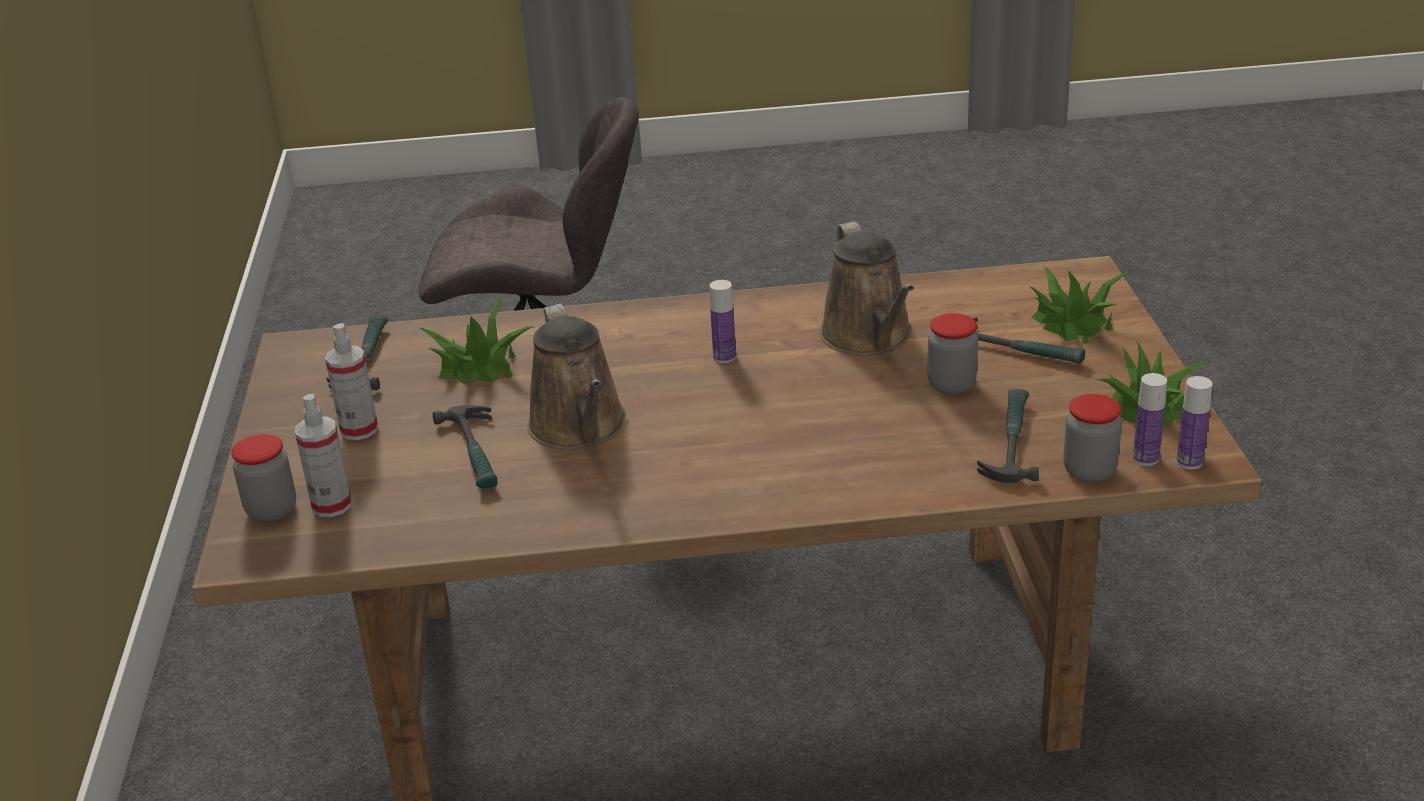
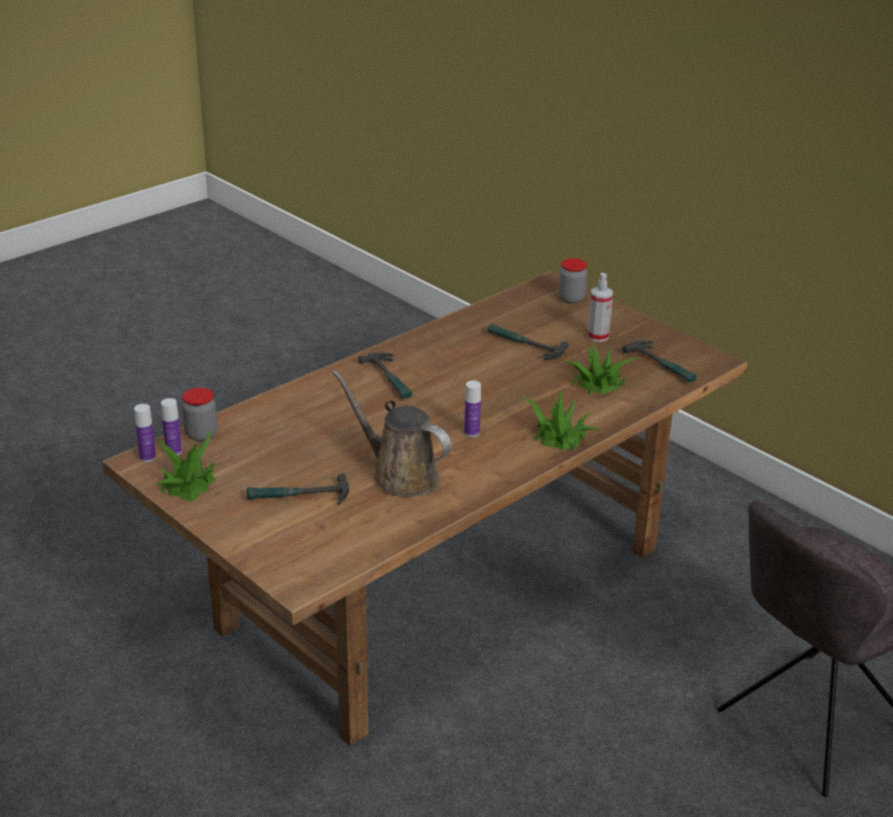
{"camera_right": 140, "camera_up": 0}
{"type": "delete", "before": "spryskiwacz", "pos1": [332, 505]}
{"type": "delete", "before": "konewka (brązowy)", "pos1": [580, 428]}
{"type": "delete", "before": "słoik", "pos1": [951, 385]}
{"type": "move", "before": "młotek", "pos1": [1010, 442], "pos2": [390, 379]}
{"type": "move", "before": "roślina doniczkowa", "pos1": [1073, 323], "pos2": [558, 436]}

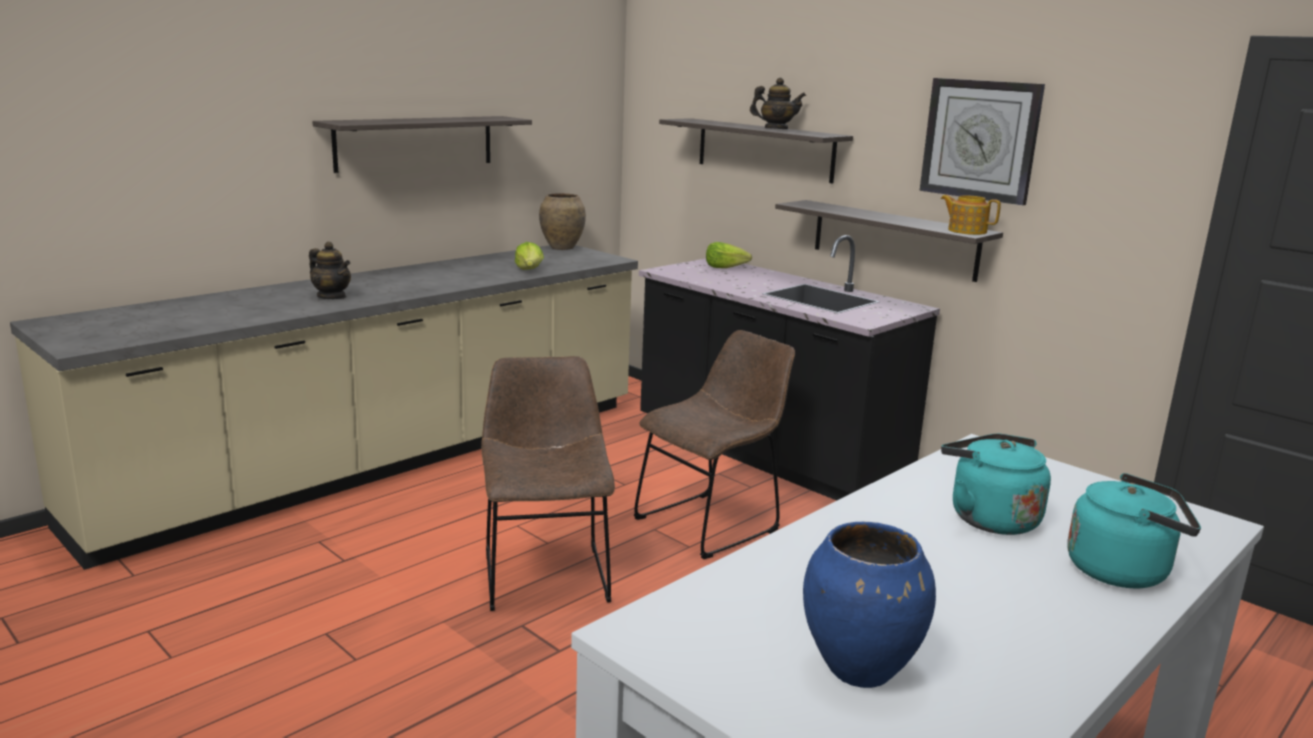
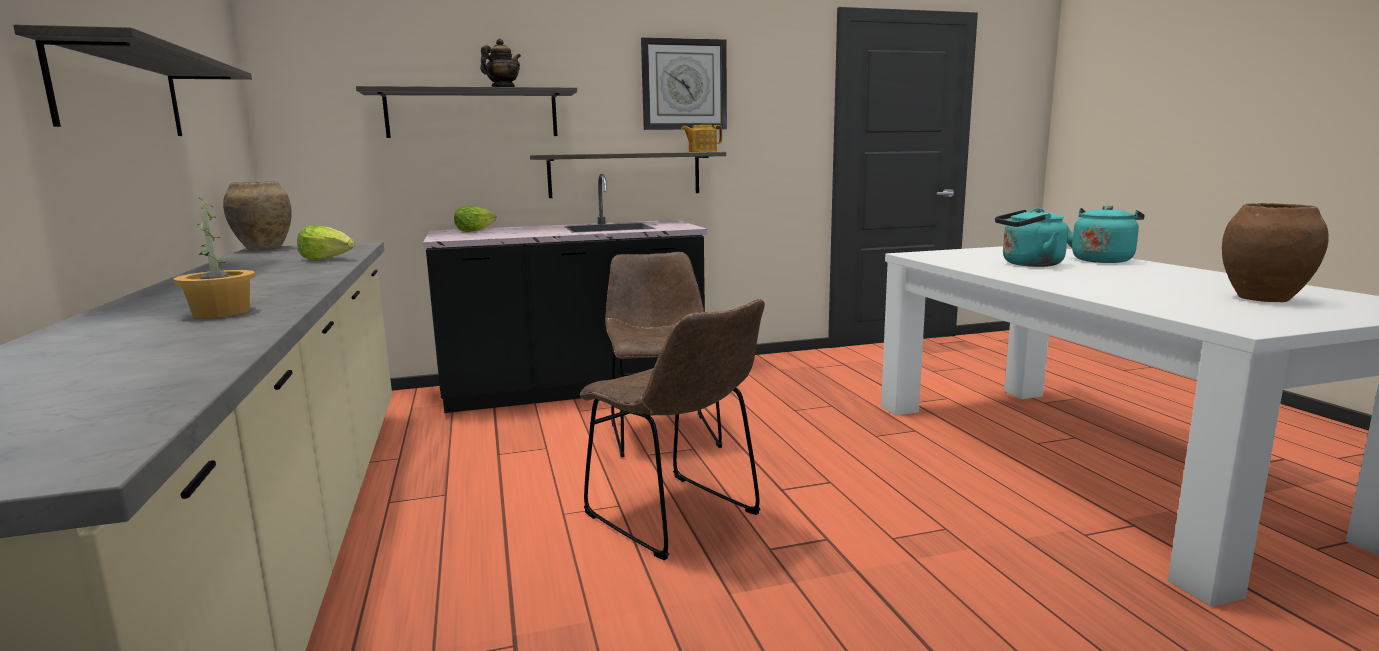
{"camera_right": -60, "camera_up": -5}
{"type": "replace", "before": "imbryk", "after": "roślina doniczkowa", "pos1": [332, 297], "pos2": [220, 312]}
{"type": "rotate", "before": "krzesło (brązowy)", "pos1": [545, 572], "pos2": [678, 518], "turn": -150}
{"type": "recolor", "before": "wazon (niebieski)", "after": "wazon (brązowy)", "pos1": [861, 670], "pos2": [1263, 299]}

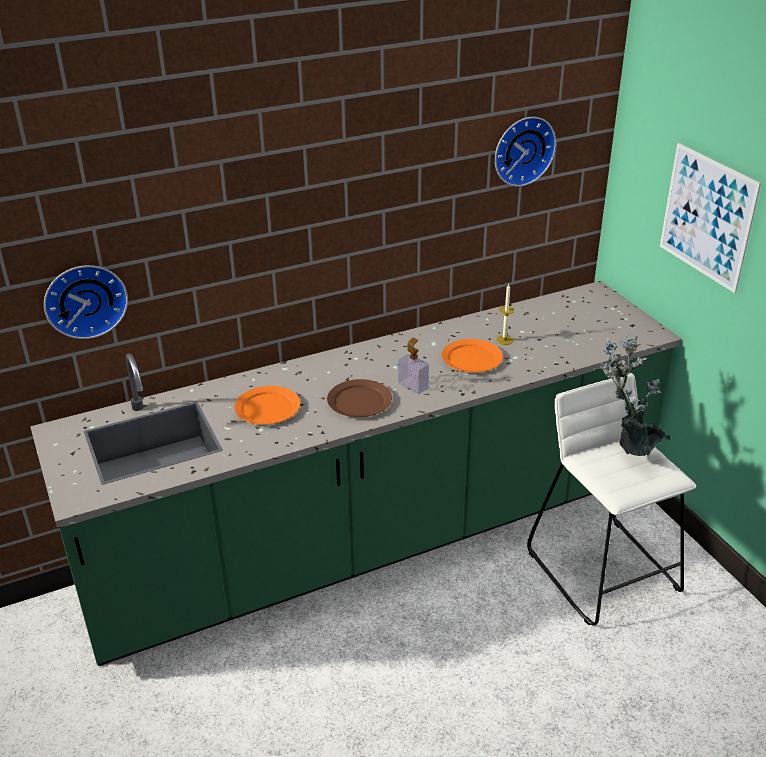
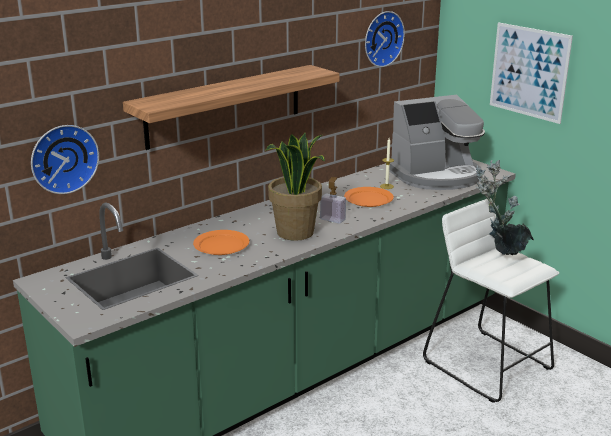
{"camera_right": -15, "camera_up": -10}
{"type": "replace", "before": "talerz (brązowy)", "after": "roślina doniczkowa", "pos1": [360, 401], "pos2": [295, 233]}
{"type": "insert", "after": "półka", "pos2": [225, 106]}
{"type": "insert", "after": "ekspres do kawy", "pos2": [436, 175]}

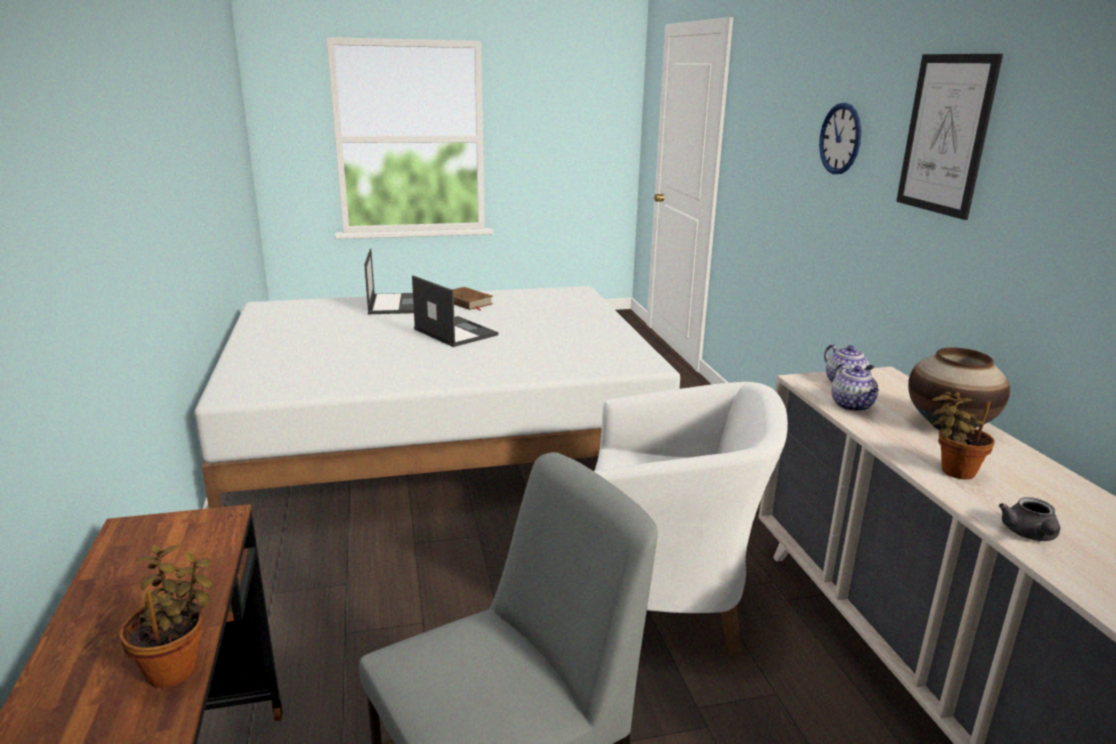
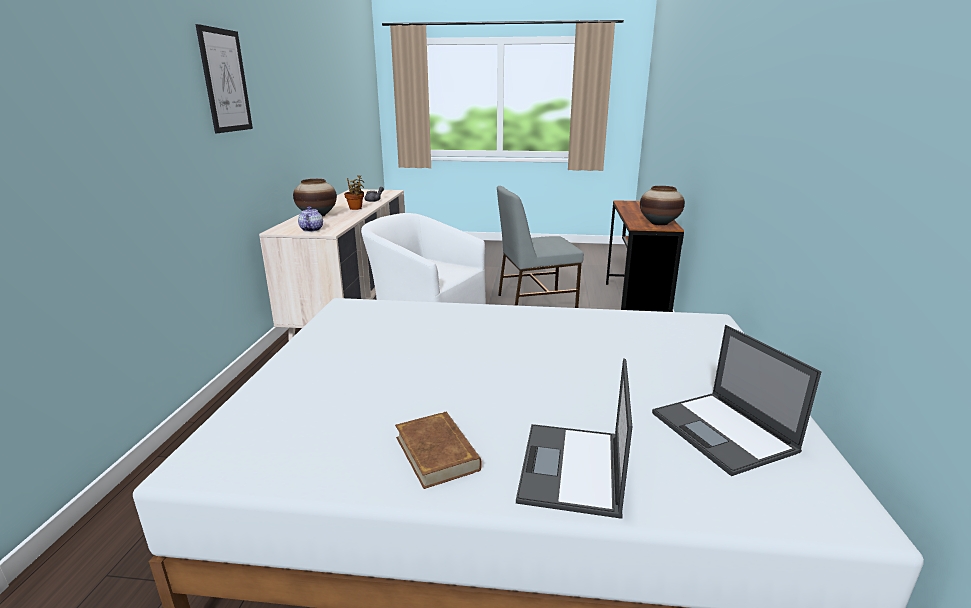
{"camera_right": -160, "camera_up": 0}
{"type": "delete", "before": "roślina doniczkowa", "pos1": [177, 667]}
{"type": "move", "before": "laptop", "pos1": [454, 332], "pos2": [724, 433]}
{"type": "delete", "before": "zegar ścienny", "pos1": [840, 139]}
{"type": "delete", "before": "imbryk", "pos1": [852, 406]}
{"type": "insert", "after": "wazon", "pos2": [659, 223]}

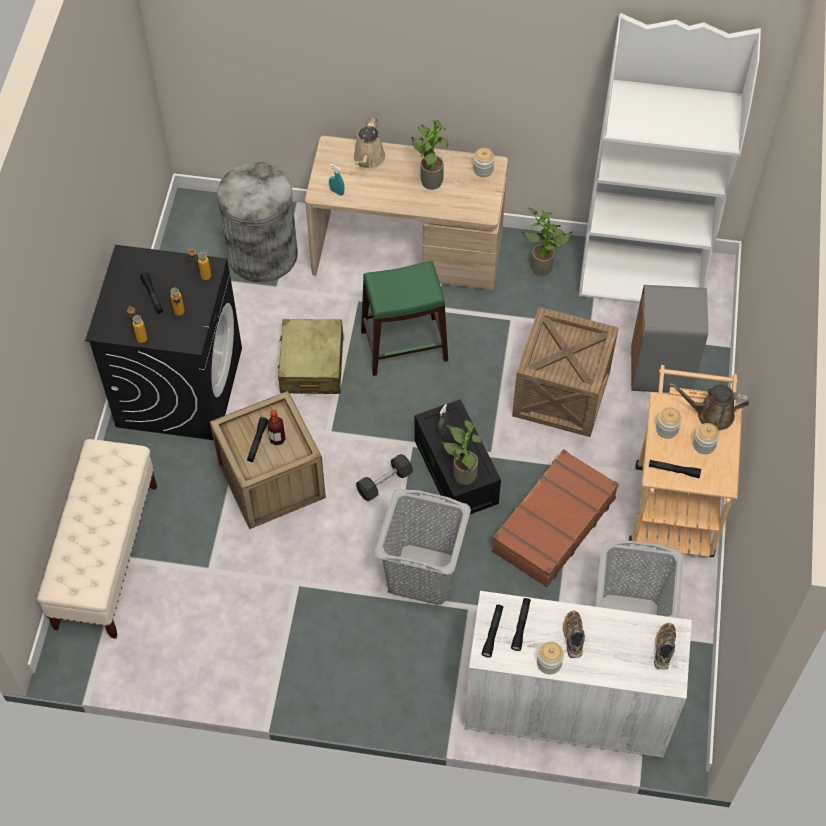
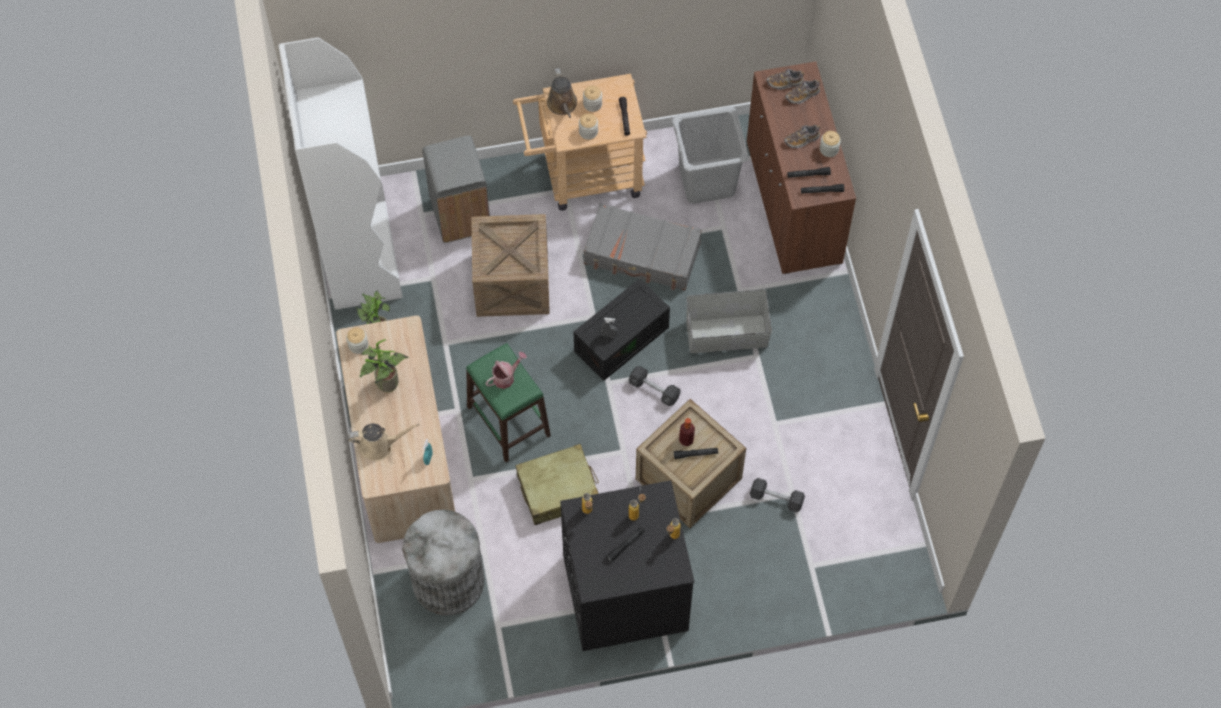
{"camera_right": -110, "camera_up": 5}
{"type": "delete", "before": "ławka (beżowy)", "pos1": [107, 556]}
{"type": "replace", "before": "kosz na pranie (szary)", "after": "pojemnik do przechowywania (szary)", "pos1": [421, 574], "pos2": [727, 334]}
{"type": "delete", "before": "roślina doniczkowa", "pos1": [461, 474]}
{"type": "recolor", "before": "szafka (biały)", "after": "szafka (brązowy)", "pos1": [566, 707], "pos2": [793, 203]}
{"type": "recolor", "before": "walizka (brązowy)", "after": "walizka (szary)", "pos1": [552, 525], "pos2": [642, 254]}
{"type": "insert", "after": "konewka", "pos2": [506, 377]}
{"type": "insert", "after": "hantel (czarny)", "pos2": [776, 498]}
{"type": "insert", "after": "but", "pos2": [802, 95]}

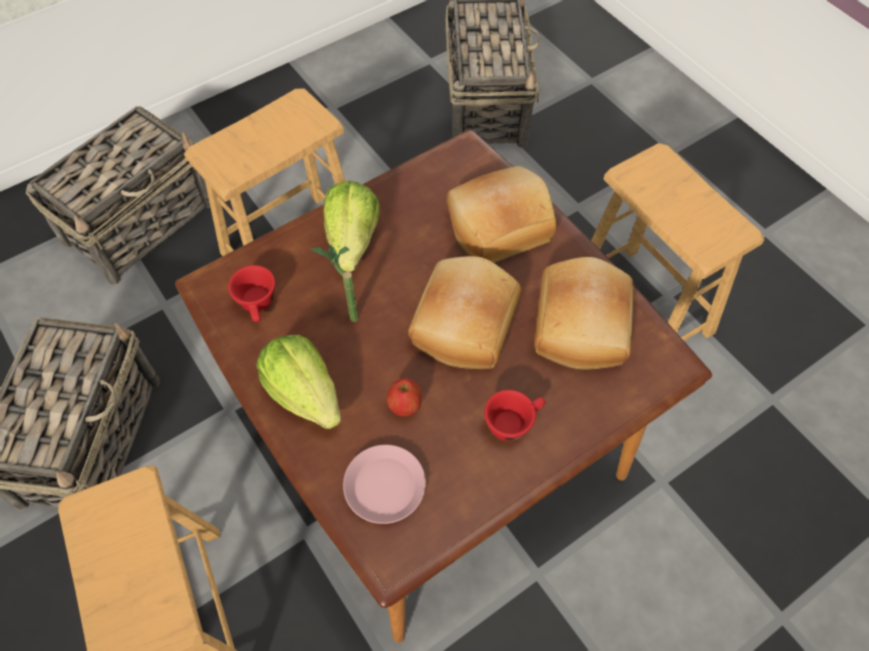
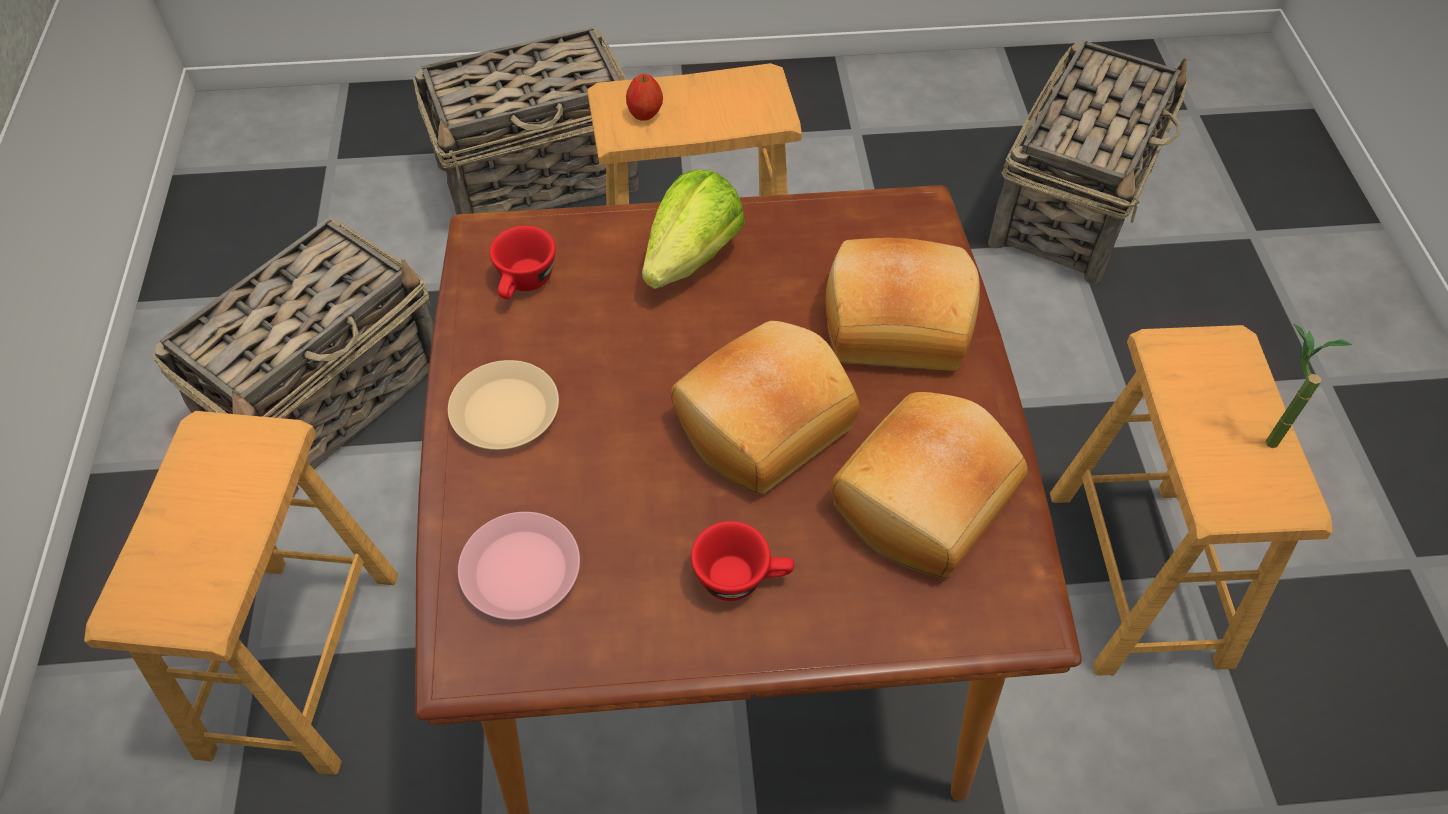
{"camera_right": 30, "camera_up": -5}
{"type": "replace", "before": "sałata", "after": "talerz (beżowy)", "pos1": [304, 393], "pos2": [505, 411]}
{"type": "move", "before": "roślina doniczkowa", "pos1": [345, 316], "pos2": [1260, 435]}
{"type": "move", "before": "jabłko", "pos1": [405, 406], "pos2": [645, 114]}

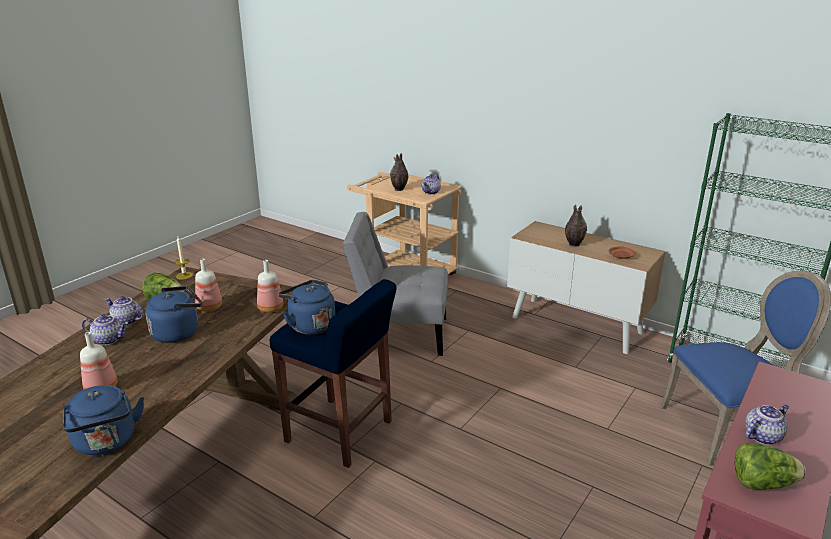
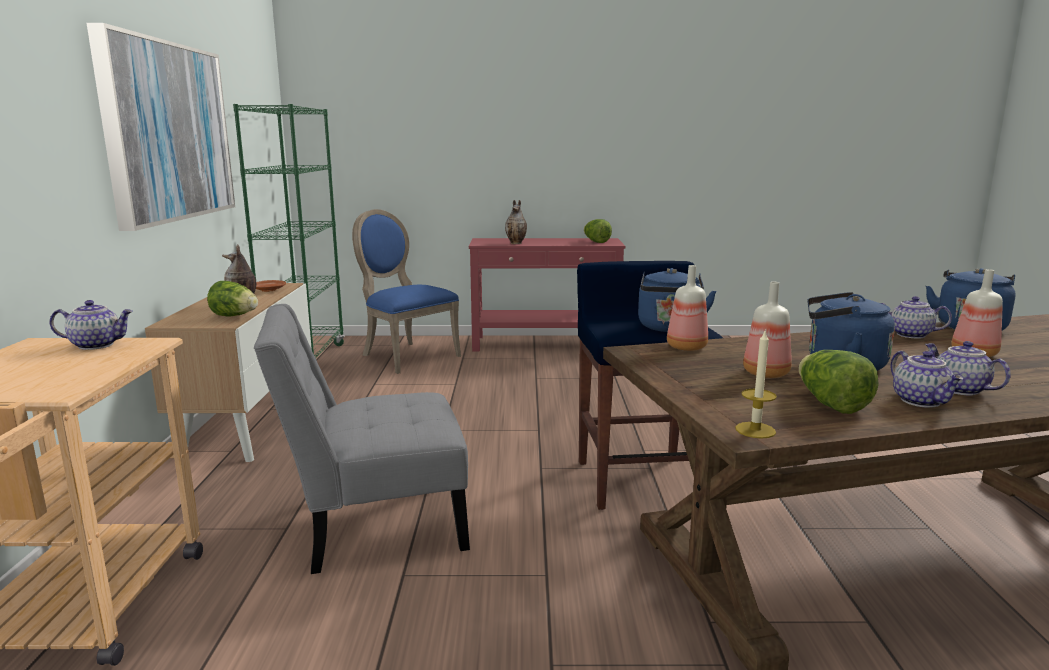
{"camera_right": -125, "camera_up": -10}
{"type": "rotate", "before": "krzesło (szary)", "pos1": [399, 334], "pos2": [373, 525], "turn": 105}
{"type": "move", "before": "wazon", "pos1": [399, 189], "pos2": [517, 243]}
{"type": "move", "before": "imbryk", "pos1": [762, 436], "pos2": [909, 335]}
{"type": "insert", "after": "obraz", "pos2": [167, 132]}
{"type": "insert", "after": "sałata", "pos2": [235, 316]}

